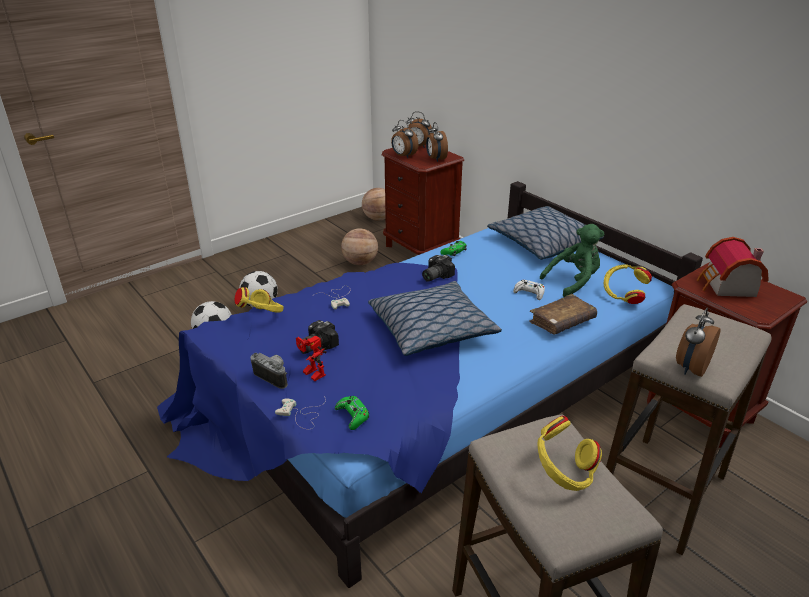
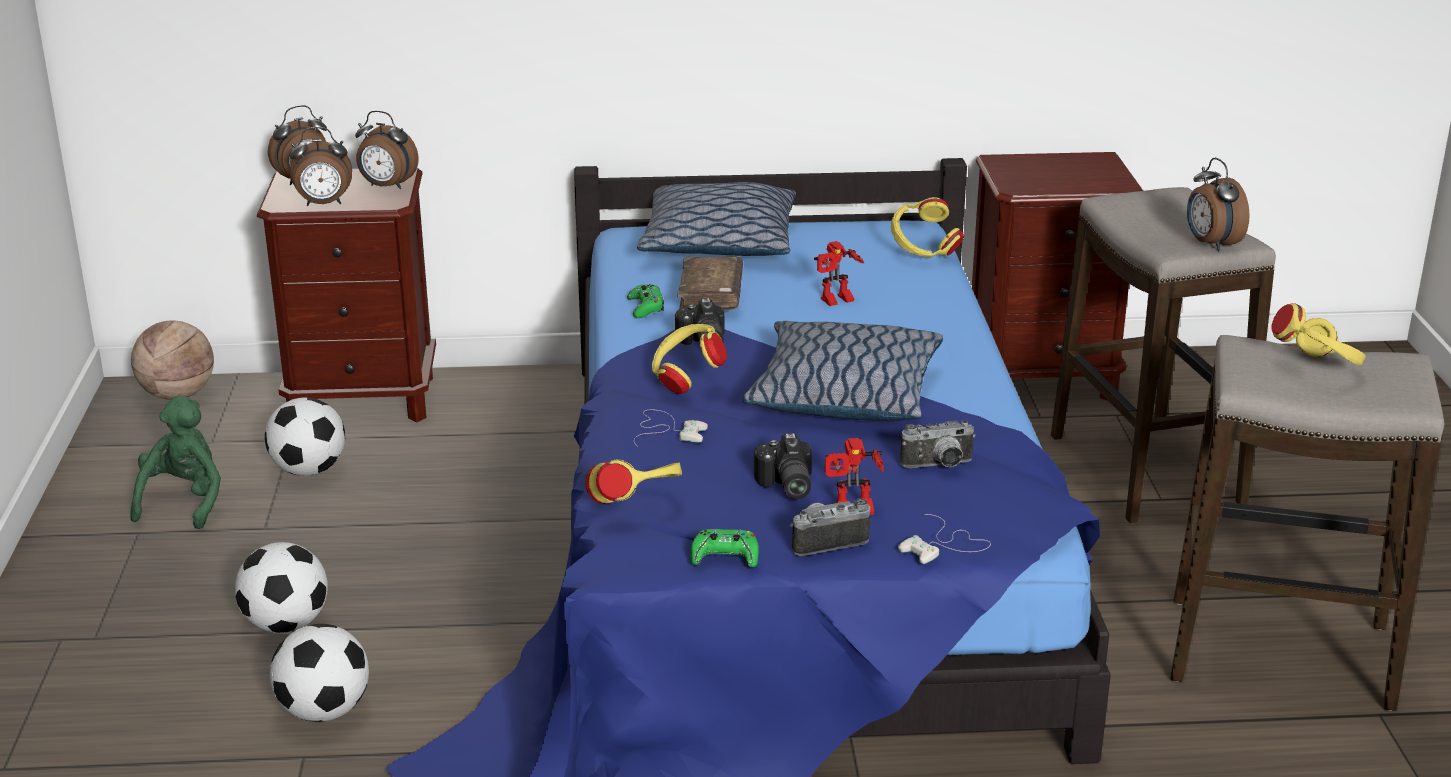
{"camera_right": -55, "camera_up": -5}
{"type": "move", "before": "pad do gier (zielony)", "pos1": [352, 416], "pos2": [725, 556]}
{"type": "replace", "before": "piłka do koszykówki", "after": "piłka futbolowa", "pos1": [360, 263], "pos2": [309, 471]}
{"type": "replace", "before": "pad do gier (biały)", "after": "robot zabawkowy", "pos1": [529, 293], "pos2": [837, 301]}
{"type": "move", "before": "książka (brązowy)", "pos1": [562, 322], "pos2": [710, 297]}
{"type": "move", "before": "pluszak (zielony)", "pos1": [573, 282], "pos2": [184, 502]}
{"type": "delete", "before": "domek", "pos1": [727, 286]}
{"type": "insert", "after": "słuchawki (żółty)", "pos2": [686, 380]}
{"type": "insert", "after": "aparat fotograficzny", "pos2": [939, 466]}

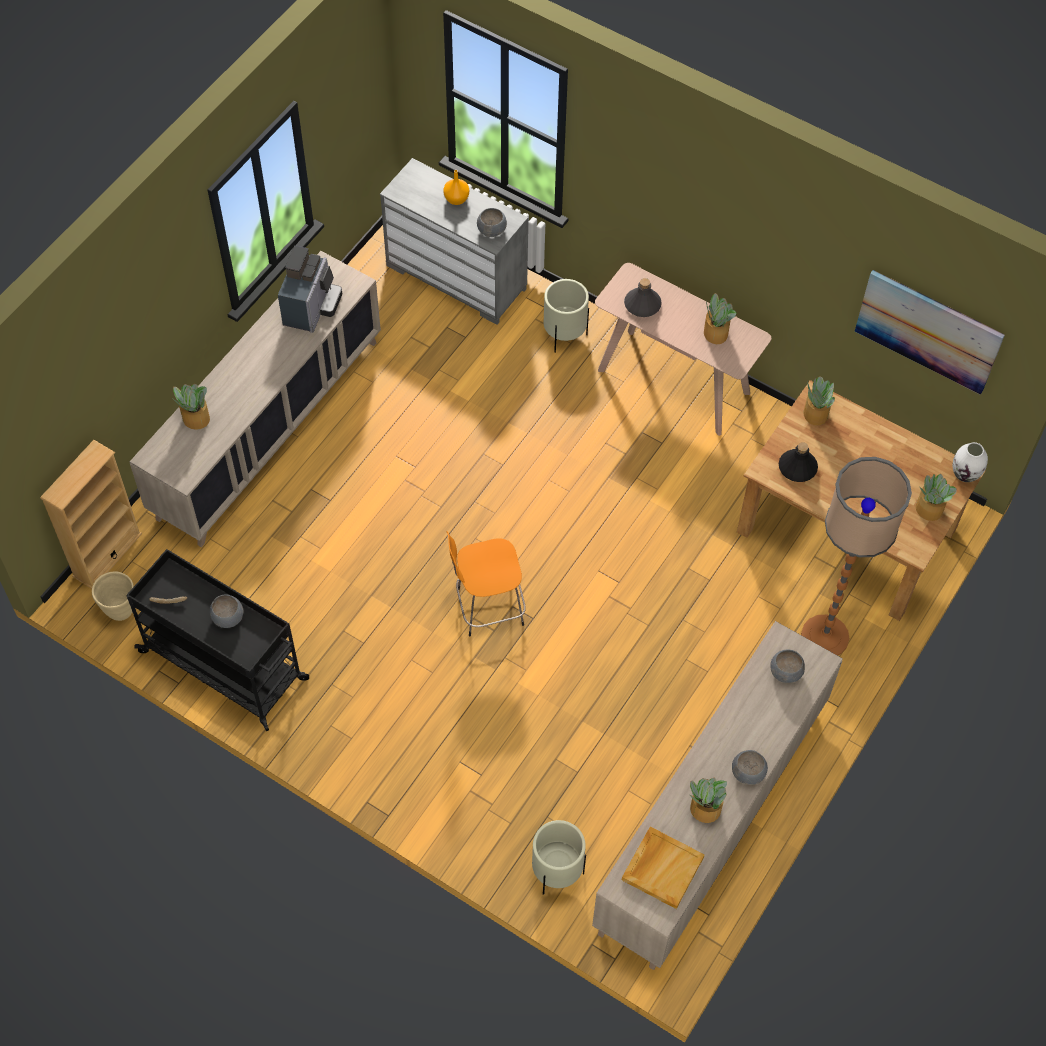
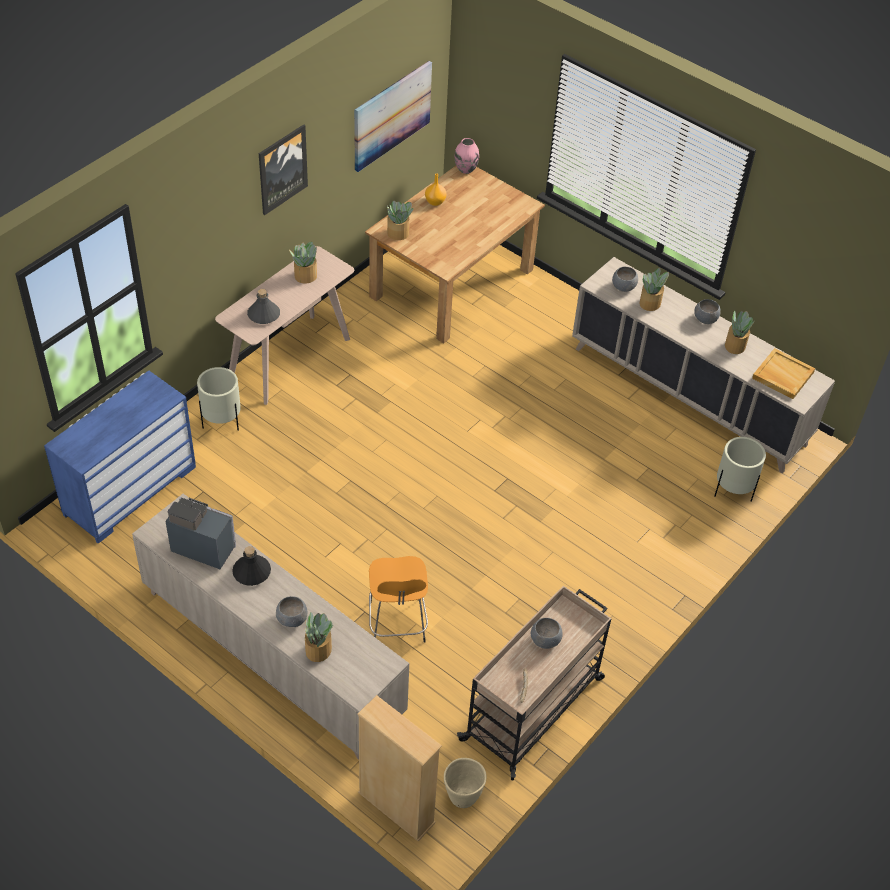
{"camera_right": -85, "camera_up": -10}
{"type": "recolor", "before": "wózek (czarny)", "after": "wózek (beżowy)", "pos1": [225, 666], "pos2": [534, 708]}
{"type": "recolor", "before": "komoda (szary)", "after": "komoda (niebieski)", "pos1": [457, 276], "pos2": [130, 490]}
{"type": "move", "before": "wazon (pomarańczowy)", "pos1": [457, 199], "pos2": [435, 201]}
{"type": "move", "before": "stołek (pomarańczowy)", "pos1": [487, 607], "pos2": [397, 624]}
{"type": "move", "before": "miska (szary)", "pos1": [492, 230], "pos2": [292, 618]}
{"type": "move", "before": "butelka (czarny)", "pos1": [797, 467], "pos2": [251, 572]}
{"type": "delete", "before": "lampa stojąca", "pos1": [824, 637]}
{"type": "move", "before": "roślina doniczkowa", "pos1": [929, 509], "pos2": [650, 303]}
{"type": "recolor", "before": "wazon (biały)", "after": "wazon (różowy)", "pos1": [965, 474], "pos2": [465, 169]}
{"type": "insert", "after": "obraz", "pos2": [282, 169]}

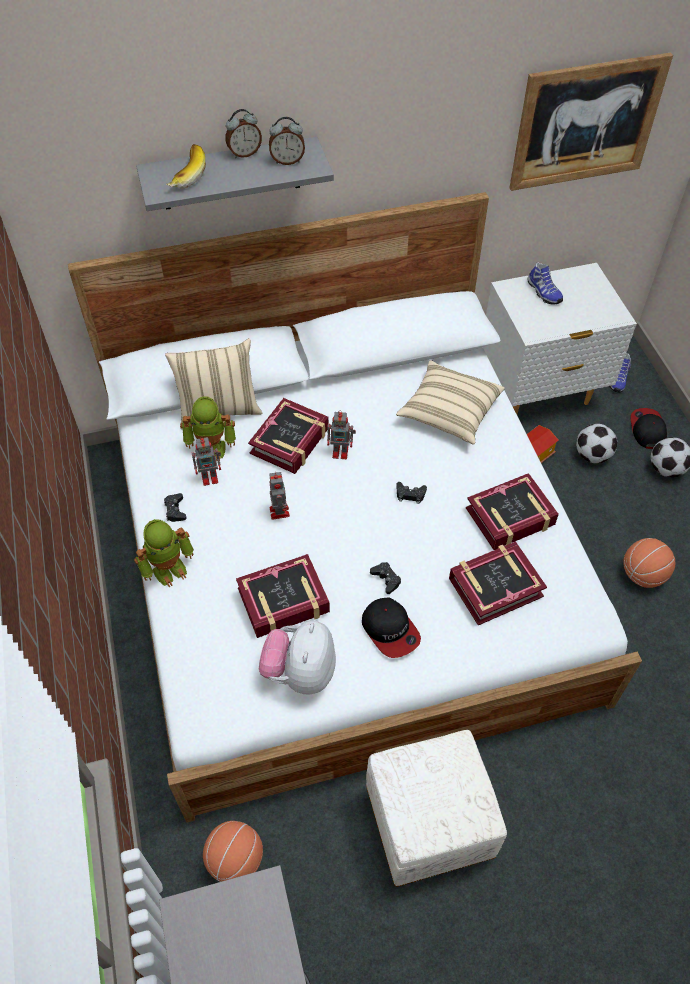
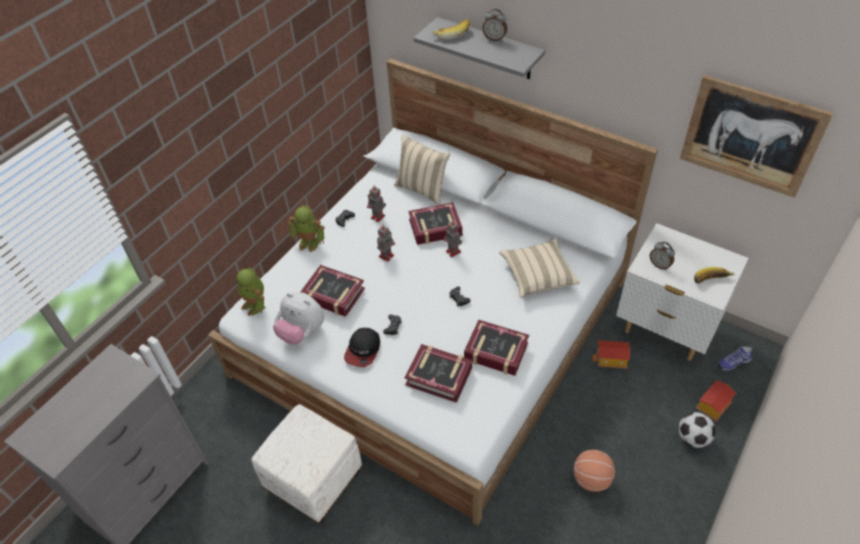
{"camera_right": 50, "camera_up": -5}
{"type": "move", "before": "robot zabawkowy", "pos1": [212, 447], "pos2": [256, 305]}
{"type": "delete", "before": "piłka do koszykówki", "pos1": [236, 859]}
{"type": "rotate", "before": "pluszak", "pos1": [300, 672], "pos2": [302, 332], "turn": -120}
{"type": "move", "before": "budzik", "pos1": [287, 161], "pos2": [659, 265]}
{"type": "delete", "before": "but", "pos1": [543, 292]}
{"type": "delete", "before": "piłka futbolowa", "pos1": [592, 456]}
{"type": "replace", "before": "czapka z daszkiem", "after": "domek", "pos1": [647, 429], "pos2": [712, 406]}
{"type": "insert", "after": "banan", "pos2": [711, 281]}

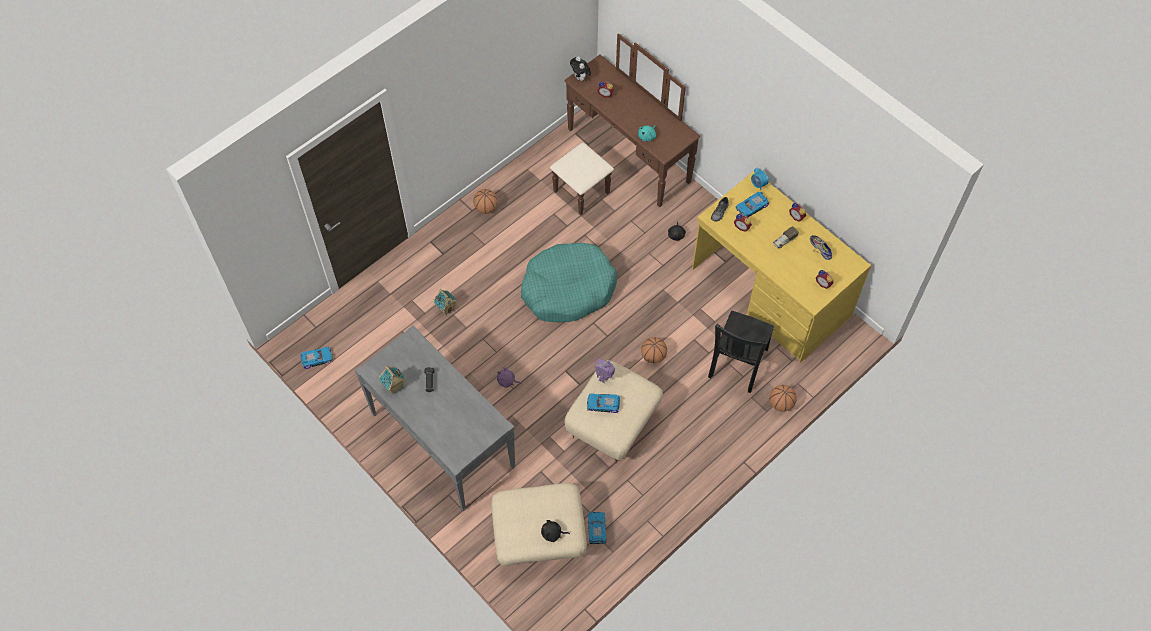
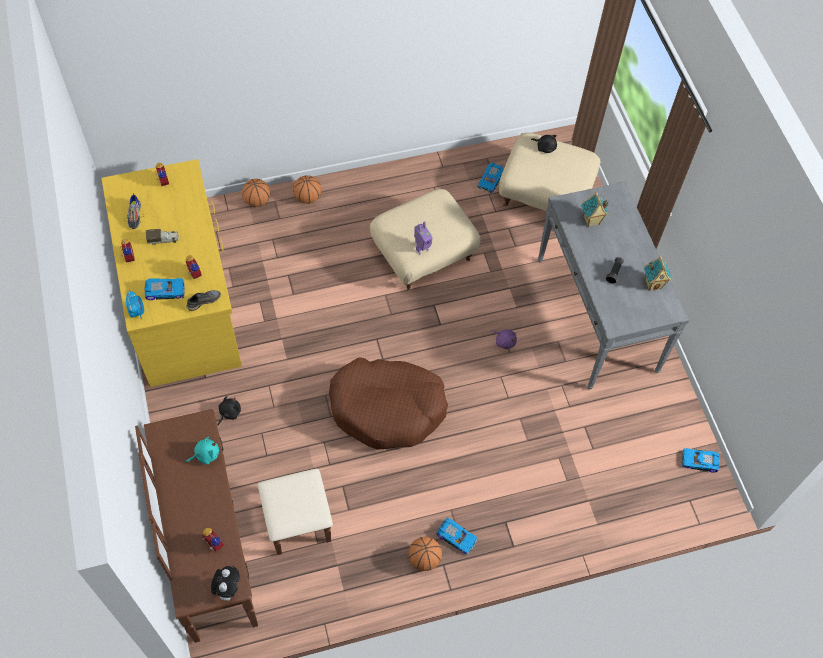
{"camera_right": -155, "camera_up": 0}
{"type": "move", "before": "domek", "pos1": [446, 308], "pos2": [591, 221]}
{"type": "recolor", "before": "legowisko (turkusowy)", "after": "legowisko (brązowy)", "pos1": [567, 289], "pos2": [387, 408]}
{"type": "move", "before": "samochodzik", "pos1": [603, 405], "pos2": [457, 536]}
{"type": "move", "before": "piłka do koszykówki", "pos1": [653, 356], "pos2": [308, 198]}
{"type": "delete", "before": "krzesło (czarny)", "pos1": [737, 364]}

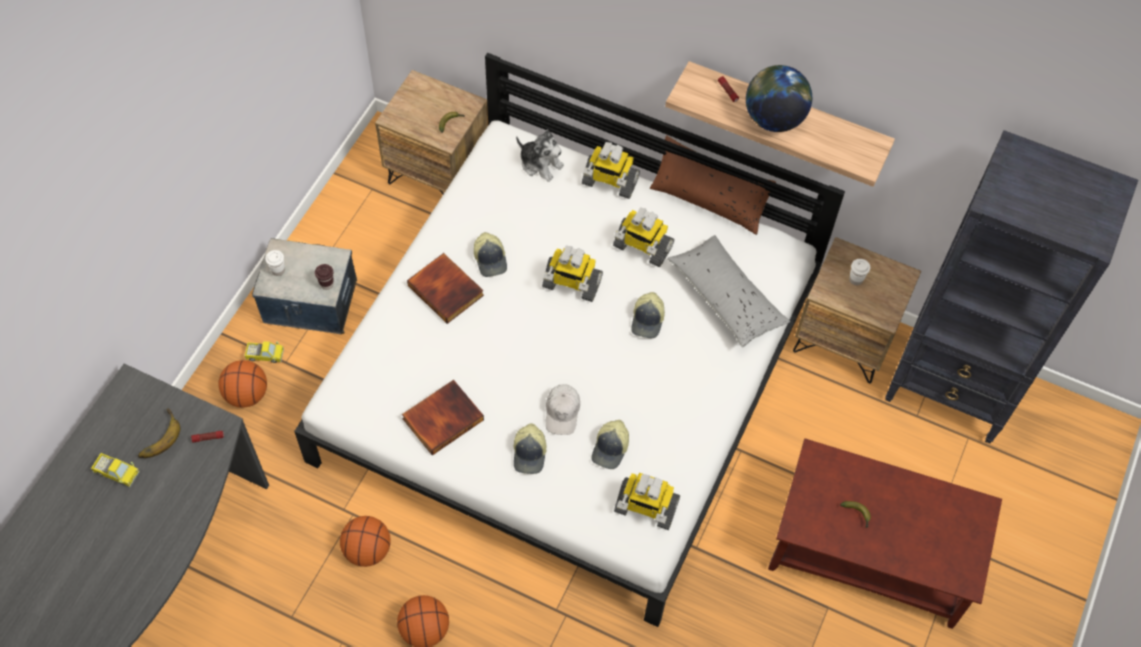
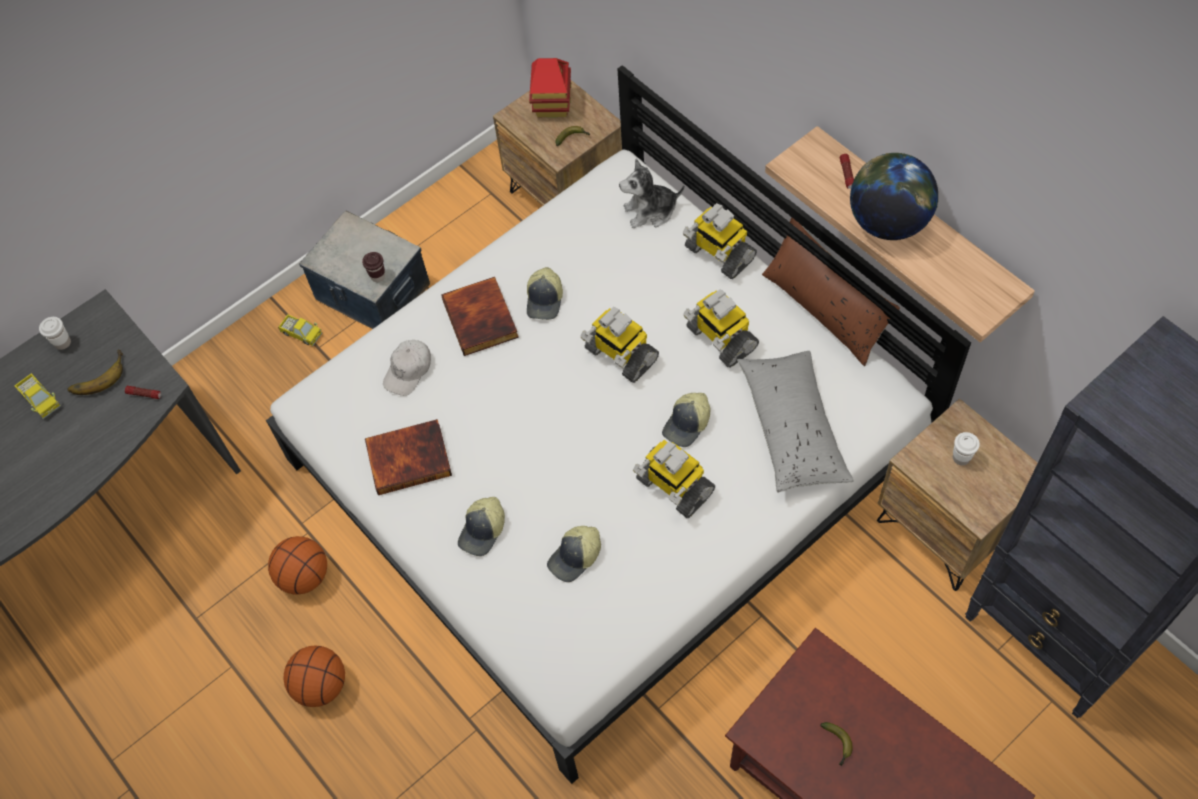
{"camera_right": 30, "camera_up": 0}
{"type": "delete", "before": "piłka do koszykówki", "pos1": [247, 394]}
{"type": "move", "before": "filiżanka (biały)", "pos1": [278, 270], "pos2": [62, 343]}
{"type": "rotate", "before": "pluszak", "pos1": [540, 164], "pos2": [650, 211], "turn": 105}
{"type": "move", "before": "czapka z daszkiem (biały)", "pos1": [562, 412], "pos2": [408, 371]}
{"type": "move", "before": "robot zabawkowy", "pos1": [645, 507], "pos2": [674, 487]}
{"type": "insert", "after": "domek", "pos2": [552, 105]}

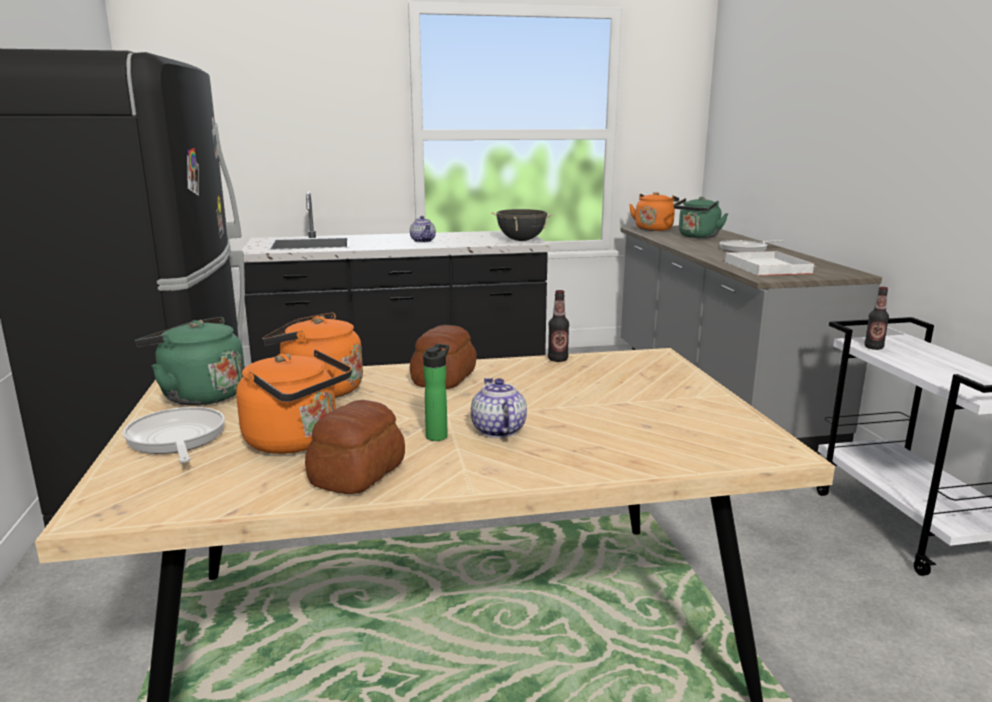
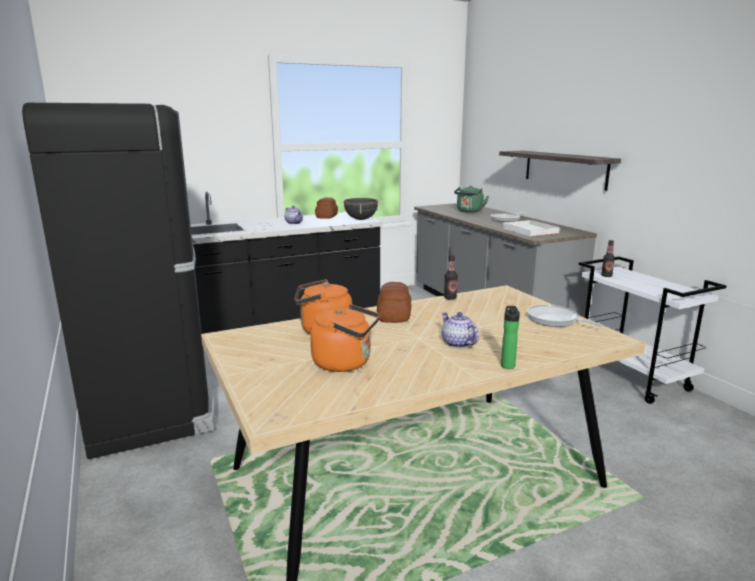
{"camera_right": -15, "camera_up": 0}
{"type": "move", "before": "patelnia", "pos1": [176, 439], "pos2": [555, 320]}
{"type": "delete", "before": "czajnik (zielony)", "pos1": [199, 395]}
{"type": "move", "before": "chleb", "pos1": [355, 474], "pos2": [326, 216]}
{"type": "move", "before": "butelka", "pos1": [438, 435], "pos2": [507, 365]}
{"type": "delete", "before": "czajnik (pomarańczowy)", "pos1": [654, 229]}
{"type": "insert", "after": "półka", "pos2": [565, 169]}

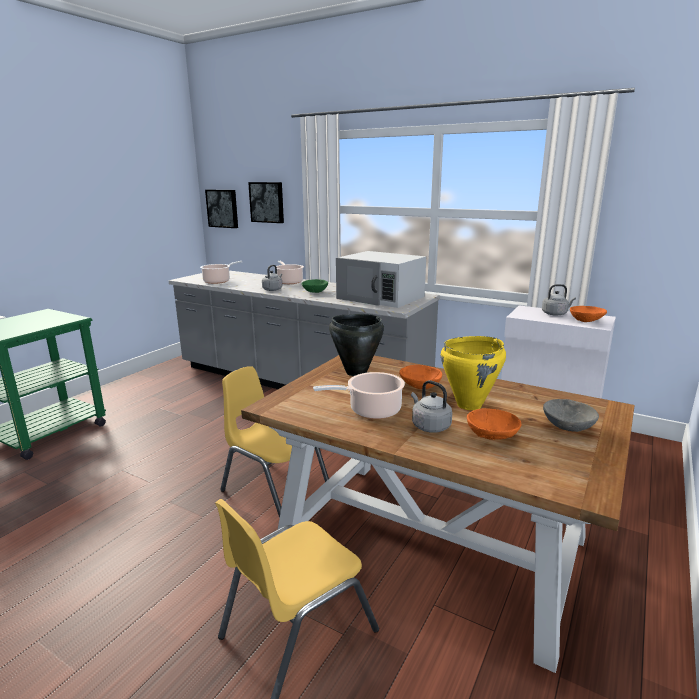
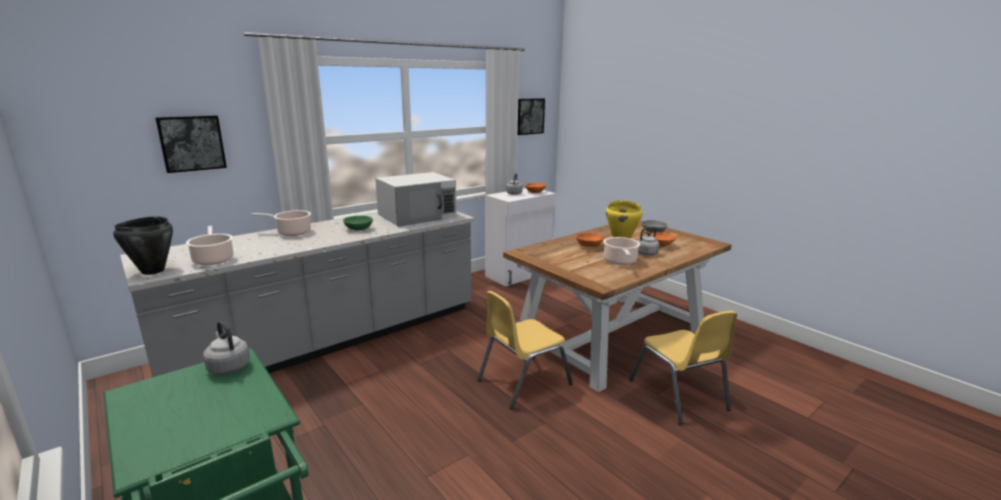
{"camera_right": -70, "camera_up": 0}
{"type": "move", "before": "obraz", "pos1": [223, 208], "pos2": [529, 116]}
{"type": "move", "before": "czajnik (szary)", "pos1": [273, 289], "pos2": [228, 366]}
{"type": "move", "before": "garnek (czarny)", "pos1": [355, 372], "pos2": [152, 271]}

